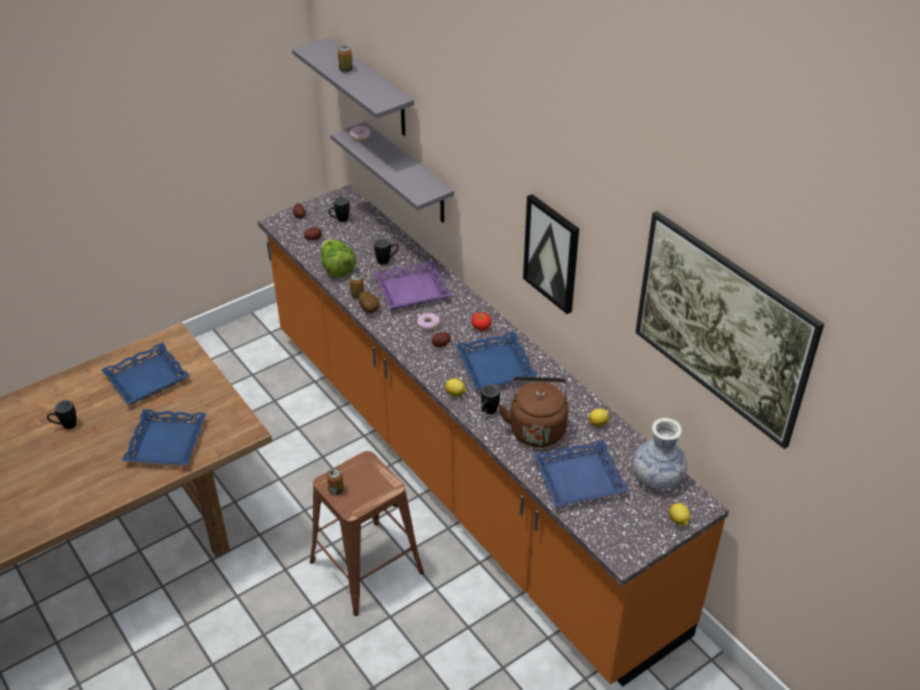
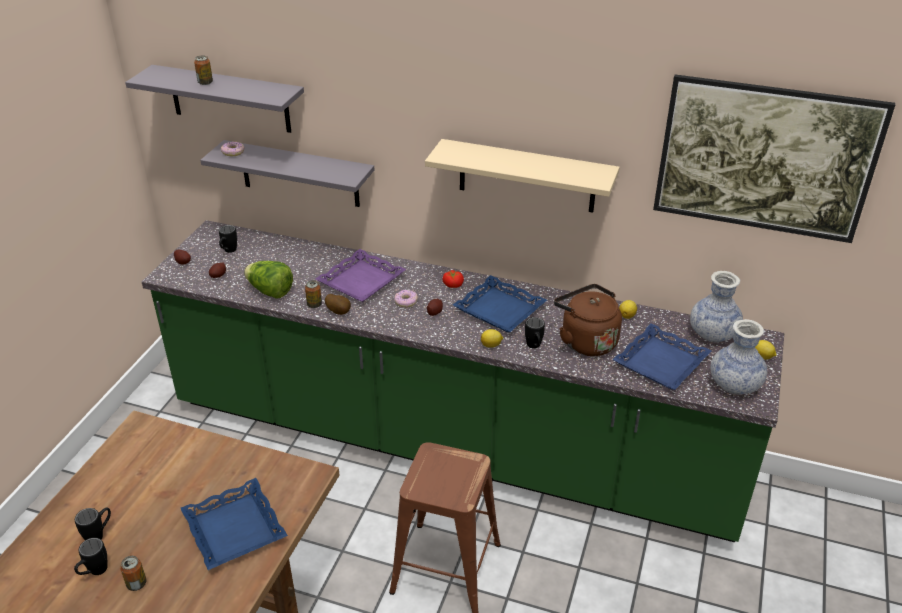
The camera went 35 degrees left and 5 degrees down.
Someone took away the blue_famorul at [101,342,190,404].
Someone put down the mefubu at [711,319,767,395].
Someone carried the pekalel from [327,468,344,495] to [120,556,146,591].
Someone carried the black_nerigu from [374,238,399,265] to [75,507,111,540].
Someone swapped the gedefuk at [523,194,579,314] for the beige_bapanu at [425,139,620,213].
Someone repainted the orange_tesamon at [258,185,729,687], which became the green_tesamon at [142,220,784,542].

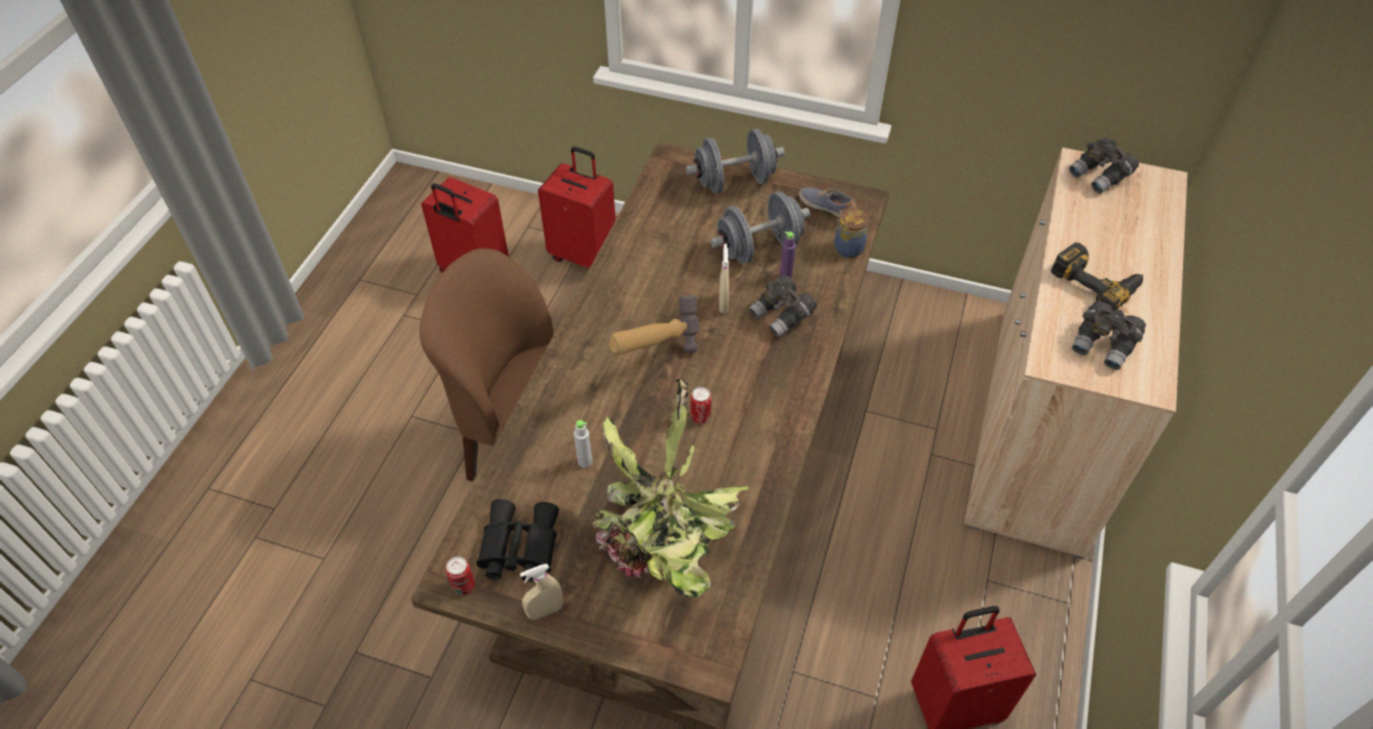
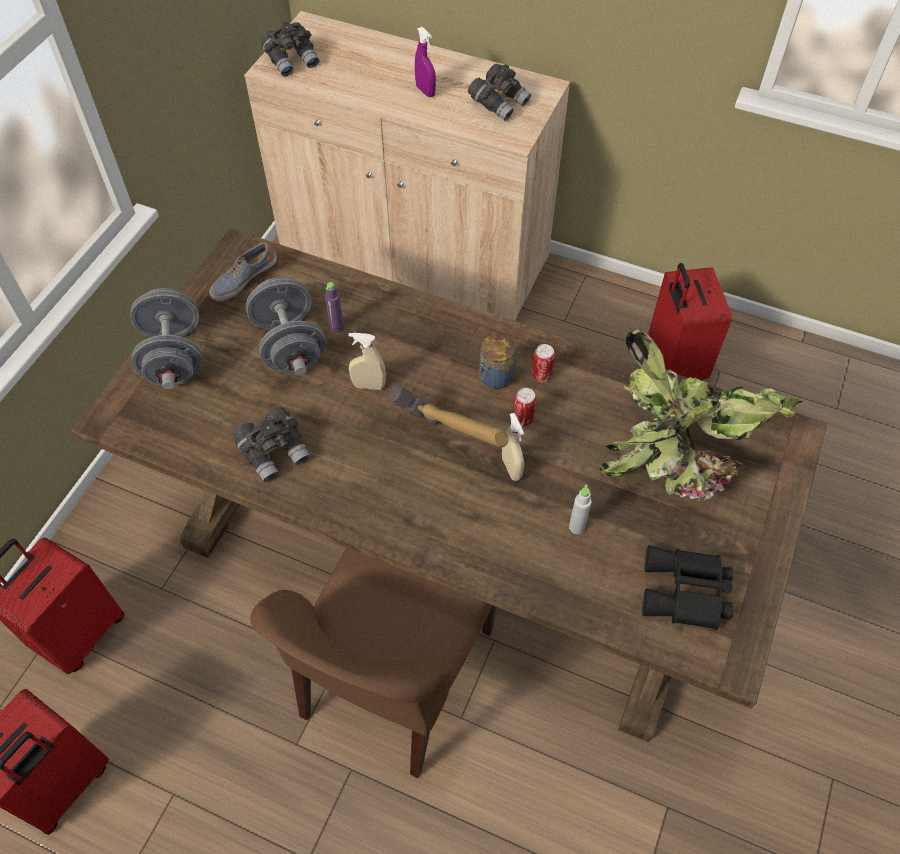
The camera went 85 degrees left and 5 degrees up.
Someone carried the pekalel from [446,557,475,595] to [532,344,555,382].
Someone carried the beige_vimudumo from [520,564,563,620] to [502,413,524,481].
Someone carried the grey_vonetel from [749,275,817,337] to [233,407,310,482].
Someone carried the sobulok from [834,209,869,258] to [479,334,515,389].
Someone swapped the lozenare at [1051,242,1143,311] for the purple_vimudumo at [415,27,436,97].

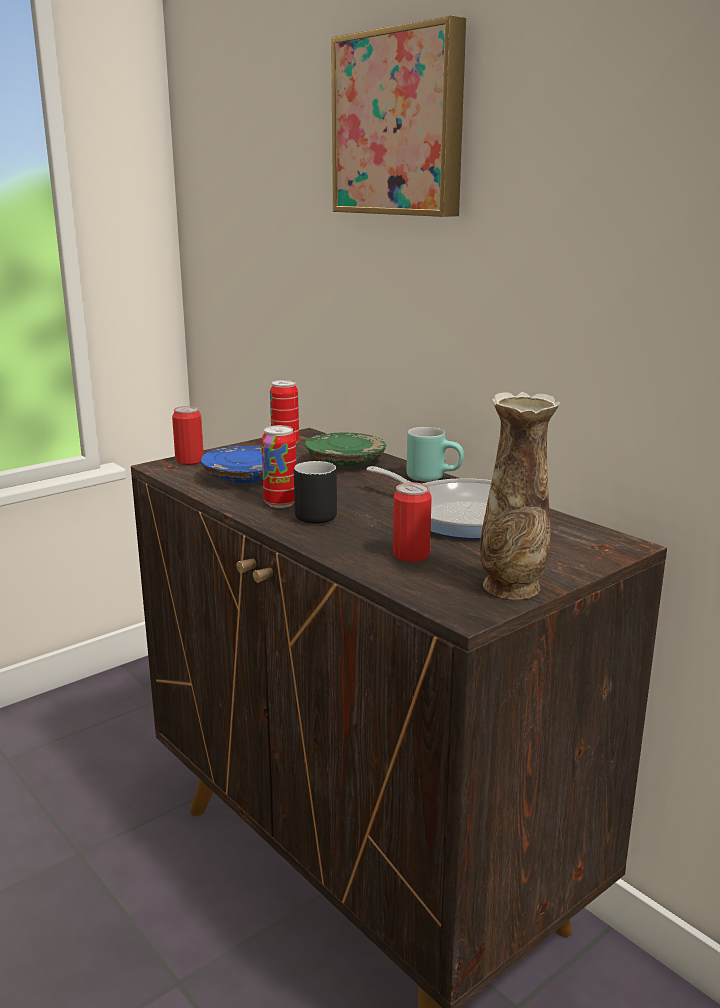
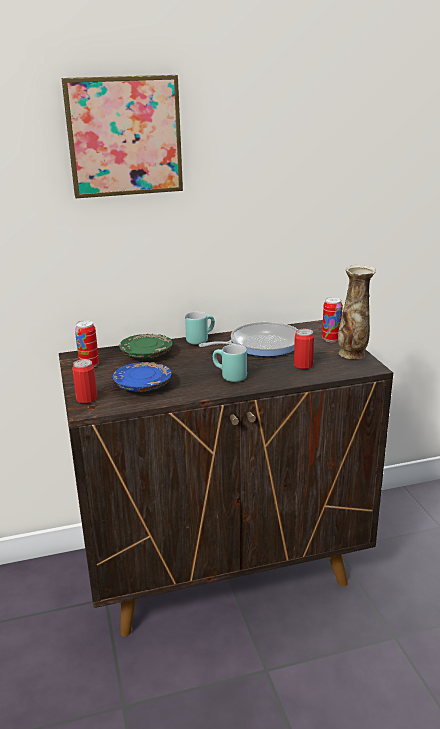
The camera went 65 degrees left and 5 degrees up.
Someone carried the pekalel from [261,425,297,508] to [322,297,343,342].
Someone repainted the black_nerigu at [294,461,337,524], which became the turquoise_nerigu at [213,344,247,382].

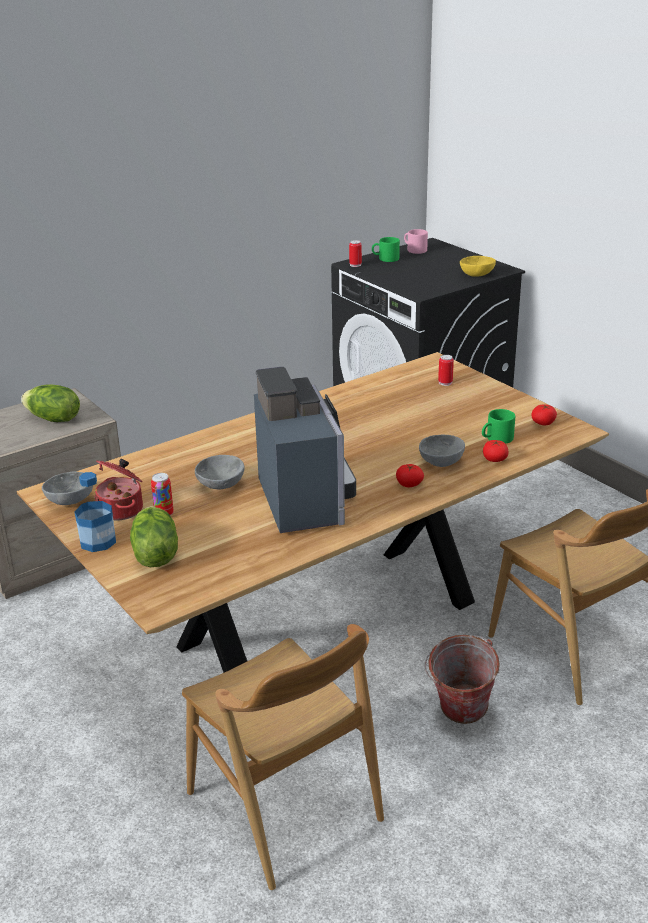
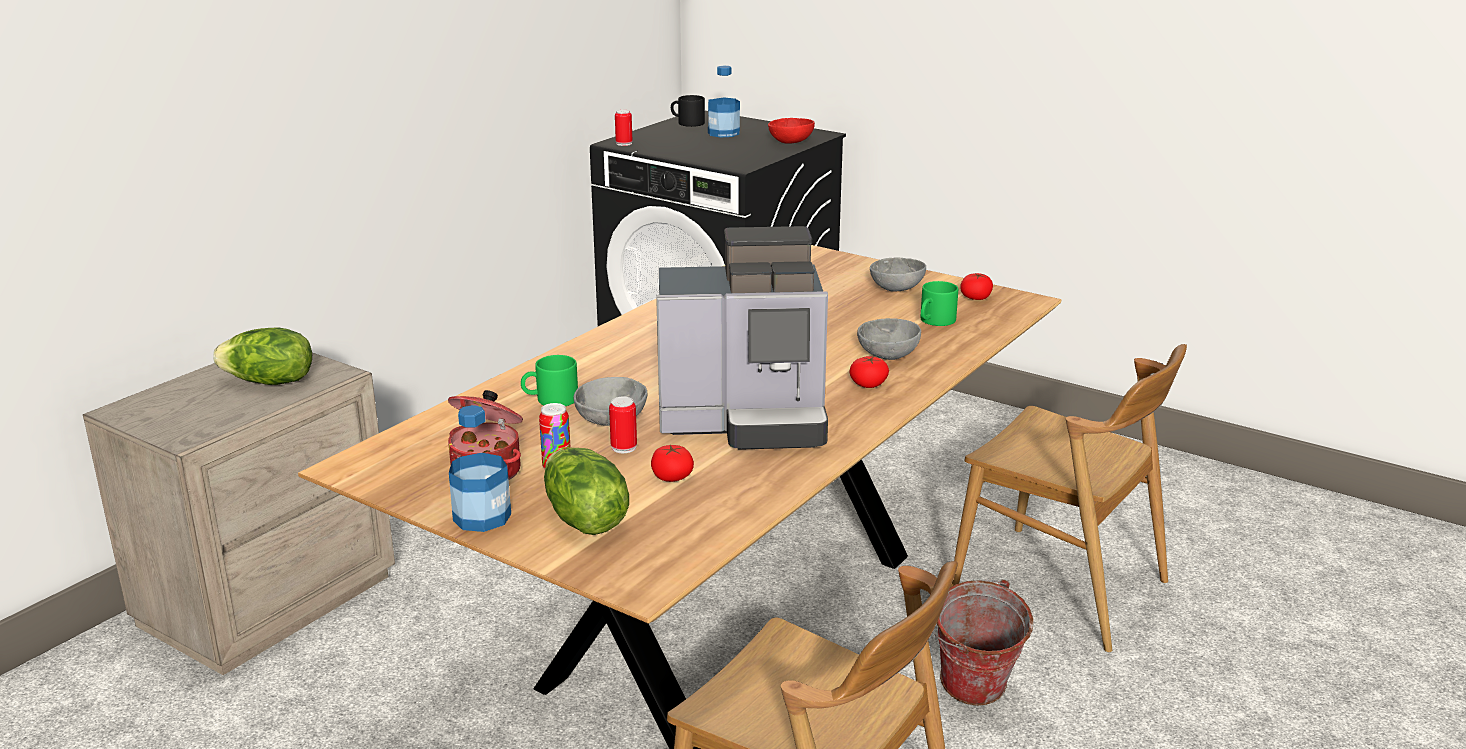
The camera went 20 degrees left and 5 degrees down.
Someone put down the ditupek at [708,65,740,138].
Someone carried the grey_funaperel from [42,471,93,505] to [870,257,926,291].
Someone carried the green_nerigu from [372,237,400,262] to [521,355,578,406].
Someone carried the pekalel from [438,355,454,386] to [609,397,637,453].
Someone carried the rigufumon from [483,440,509,462] to [651,445,694,482].
Someone repainted the pink_nerigu at [404,229,428,254], which became the black_nerigu at [671,95,705,127].
Someone repainted the yellow_funaperel at [460,256,496,277], which became the red_funaperel at [768,118,815,144].
Someone rotated the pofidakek at [254,367,356,533] by 120 degrees clockwise.

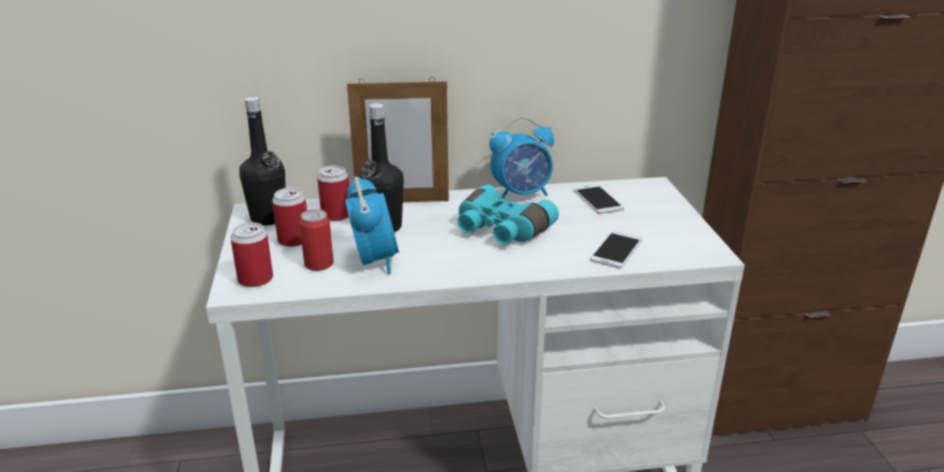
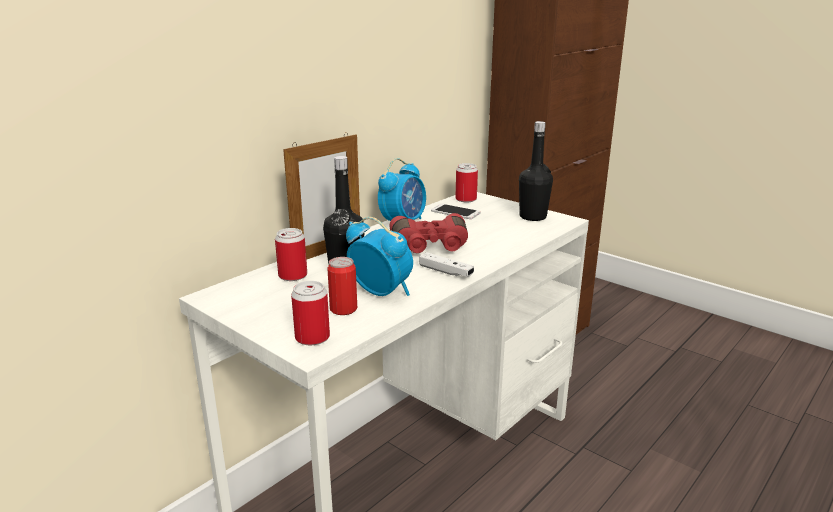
The camera went 40 degrees left and 5 degrees down.
Someone took away the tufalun at [590,231,642,268].
Someone put down the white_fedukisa at [419,252,474,277].
Someone carried the black_ditupek from [239,97,286,226] to [519,121,553,221].
Someone carried the pekalel from [272,188,307,247] to [455,163,478,202].
Someone repainted the turquoise_vonetel at [458,185,559,244], which became the red_vonetel at [389,213,468,253].

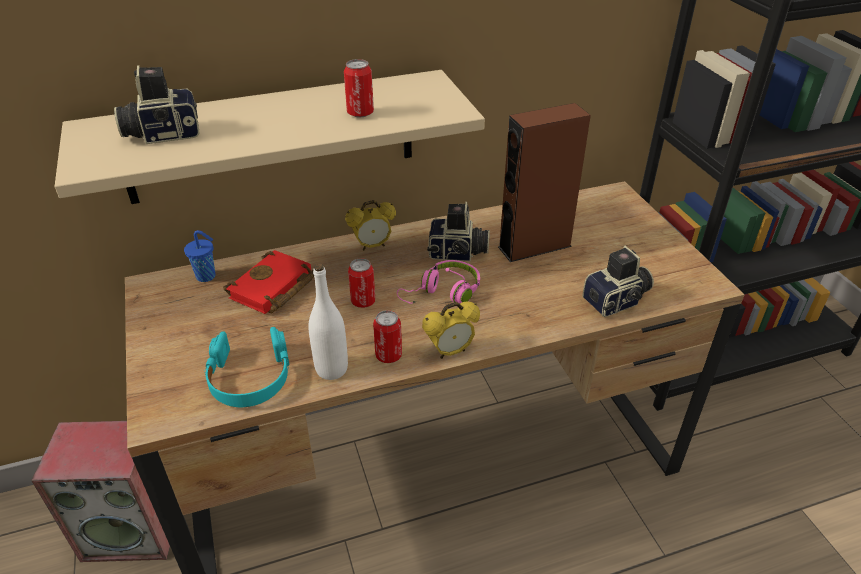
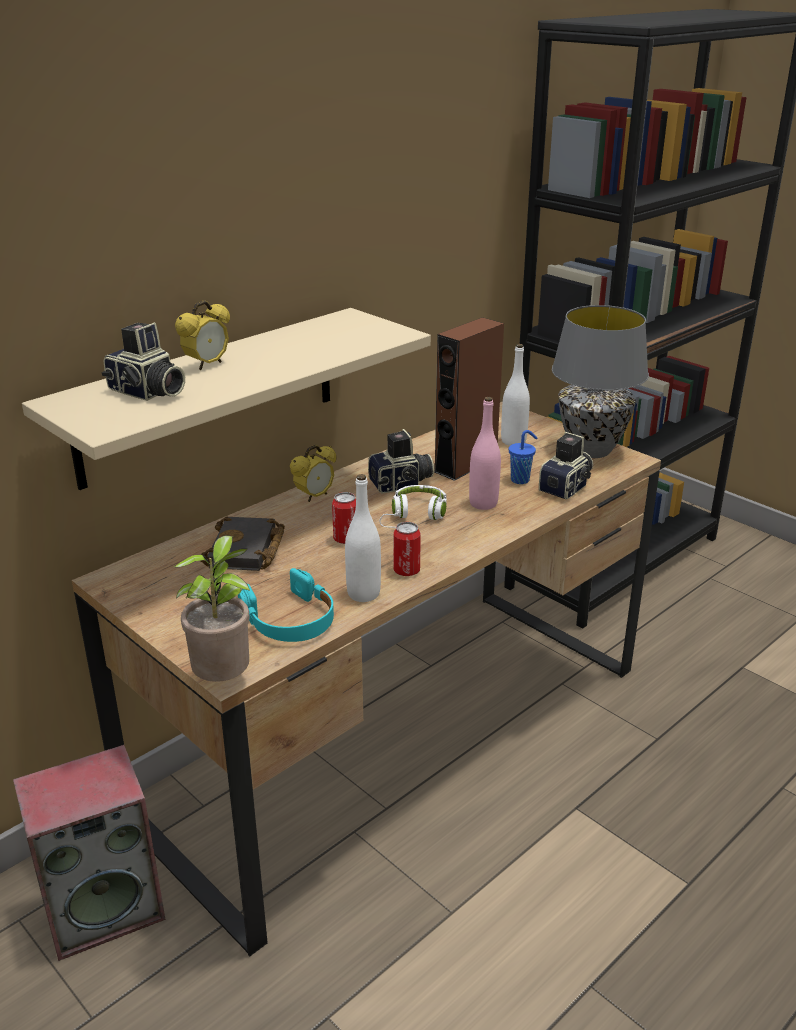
The camera went 25 degrees left and 10 degrees down.
Someone took away the pekalel at [344,59,374,118].
Someone put down the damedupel at [173,535,250,682].
Someone put down the pink_ditupek at [469,397,501,510].
Someone put down the white_ditupek at [501,344,530,446].
Someone put down the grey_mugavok at [552,305,649,458].
Someone carried the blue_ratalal from [184,230,216,282] to [509,430,537,484].
Someone carried the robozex from [422,301,480,359] to [175,300,230,370].
Someone repainted the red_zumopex at [223,250,314,314], which became the black_zumopex at [201,517,285,571].
Someone repainted the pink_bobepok at [397,260,480,304], which became the white_bobepok at [379,485,447,528].
Someone rotated the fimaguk at [114,66,199,144] by 105 degrees counterclockwise.

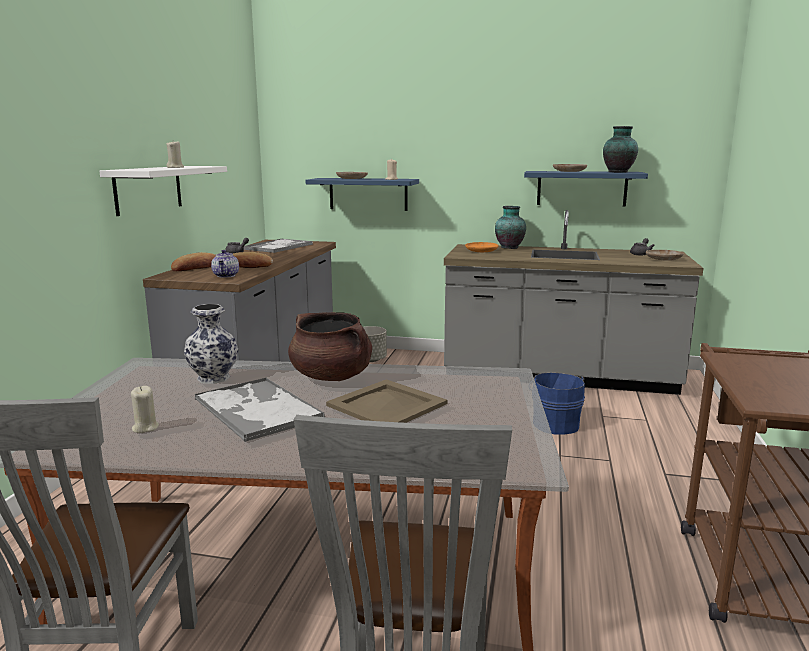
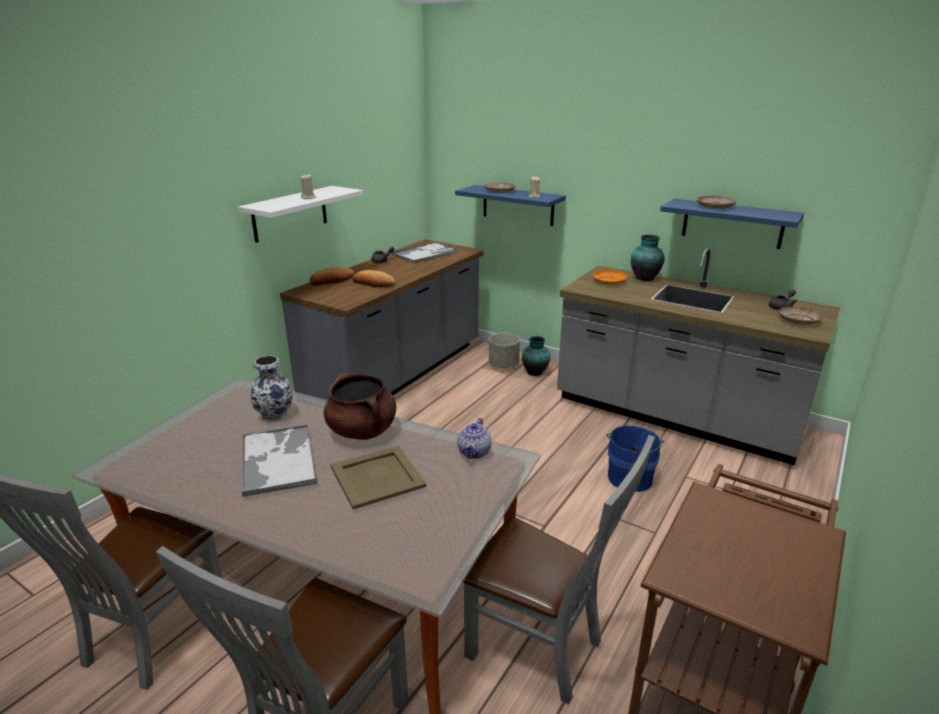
The camera went 20 degrees right and 10 degrees up.
Someone took away the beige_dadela at [131,386,159,433].
Someone put down the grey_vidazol at [463,435,655,705].
Someone carried the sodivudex from [211,250,239,278] to [457,418,492,459].
Someone carried the mefubu from [603,126,638,173] to [522,336,550,376].

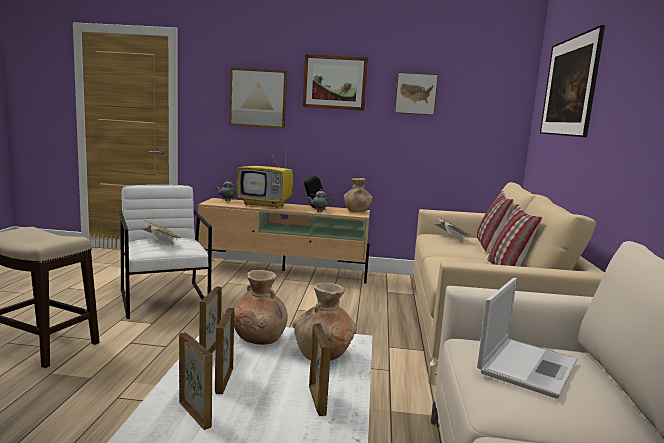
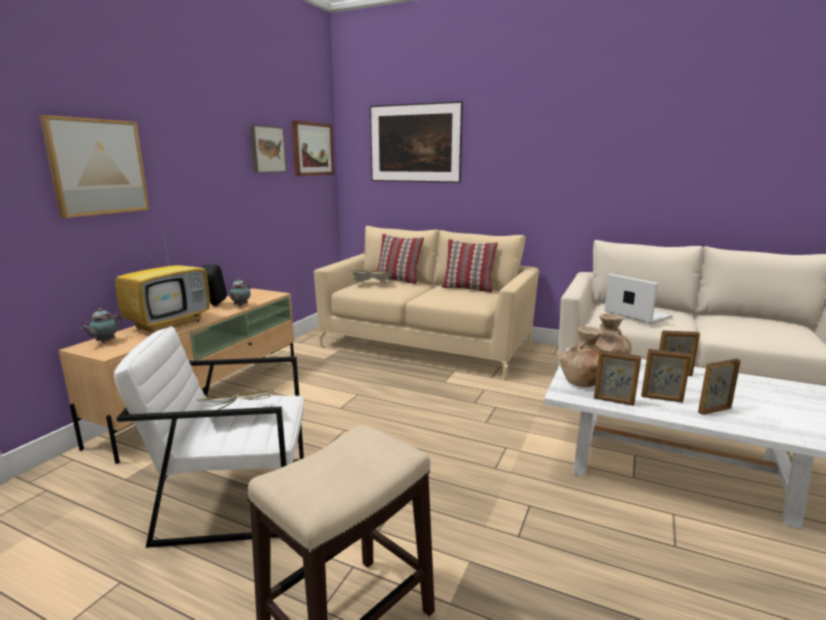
The camera went 70 degrees left and 5 degrees up.
Someone took away the brown_mefubu at [344,178,373,212].
Someone carried the gedefuk from [302,54,368,111] to [292,120,334,176].

